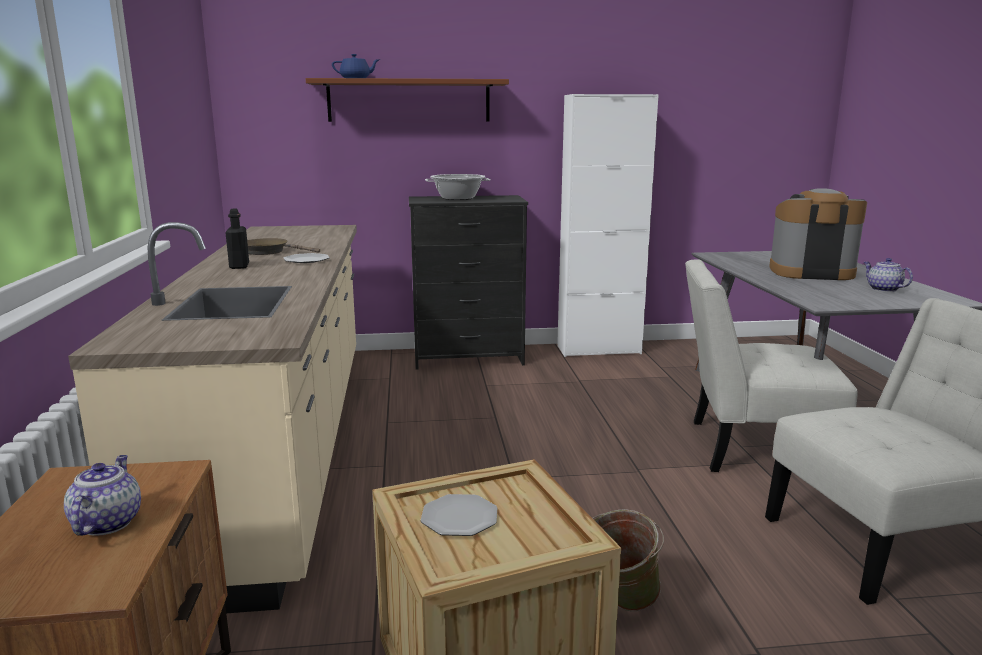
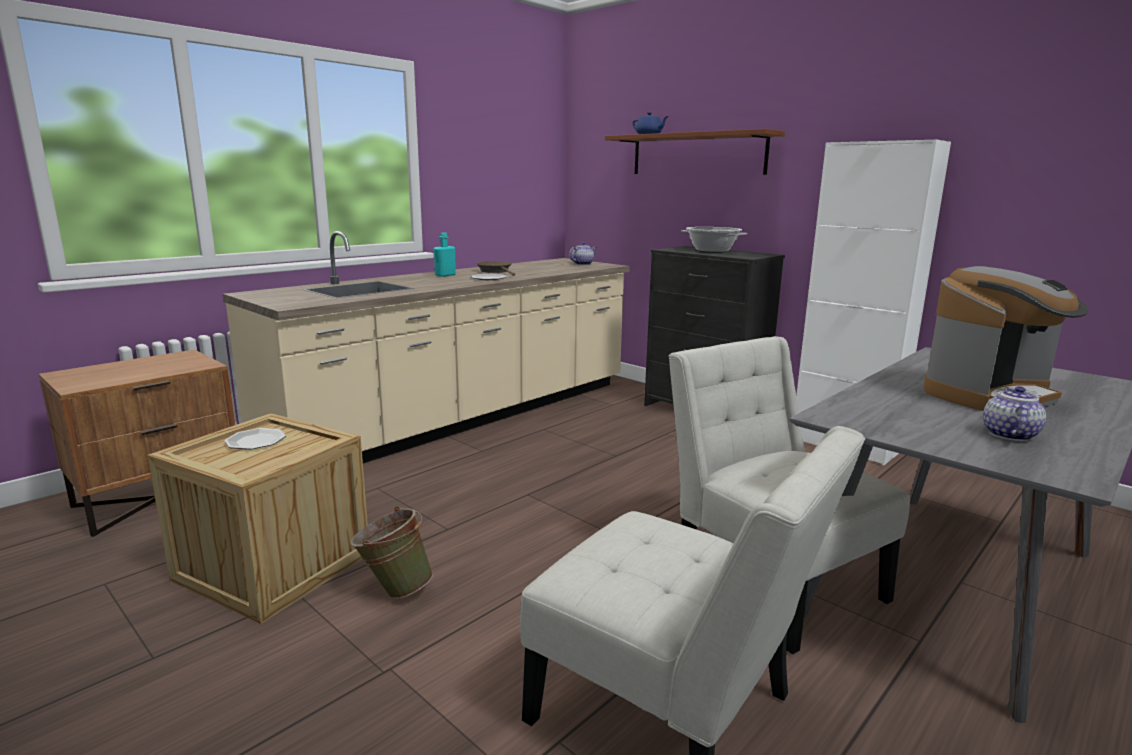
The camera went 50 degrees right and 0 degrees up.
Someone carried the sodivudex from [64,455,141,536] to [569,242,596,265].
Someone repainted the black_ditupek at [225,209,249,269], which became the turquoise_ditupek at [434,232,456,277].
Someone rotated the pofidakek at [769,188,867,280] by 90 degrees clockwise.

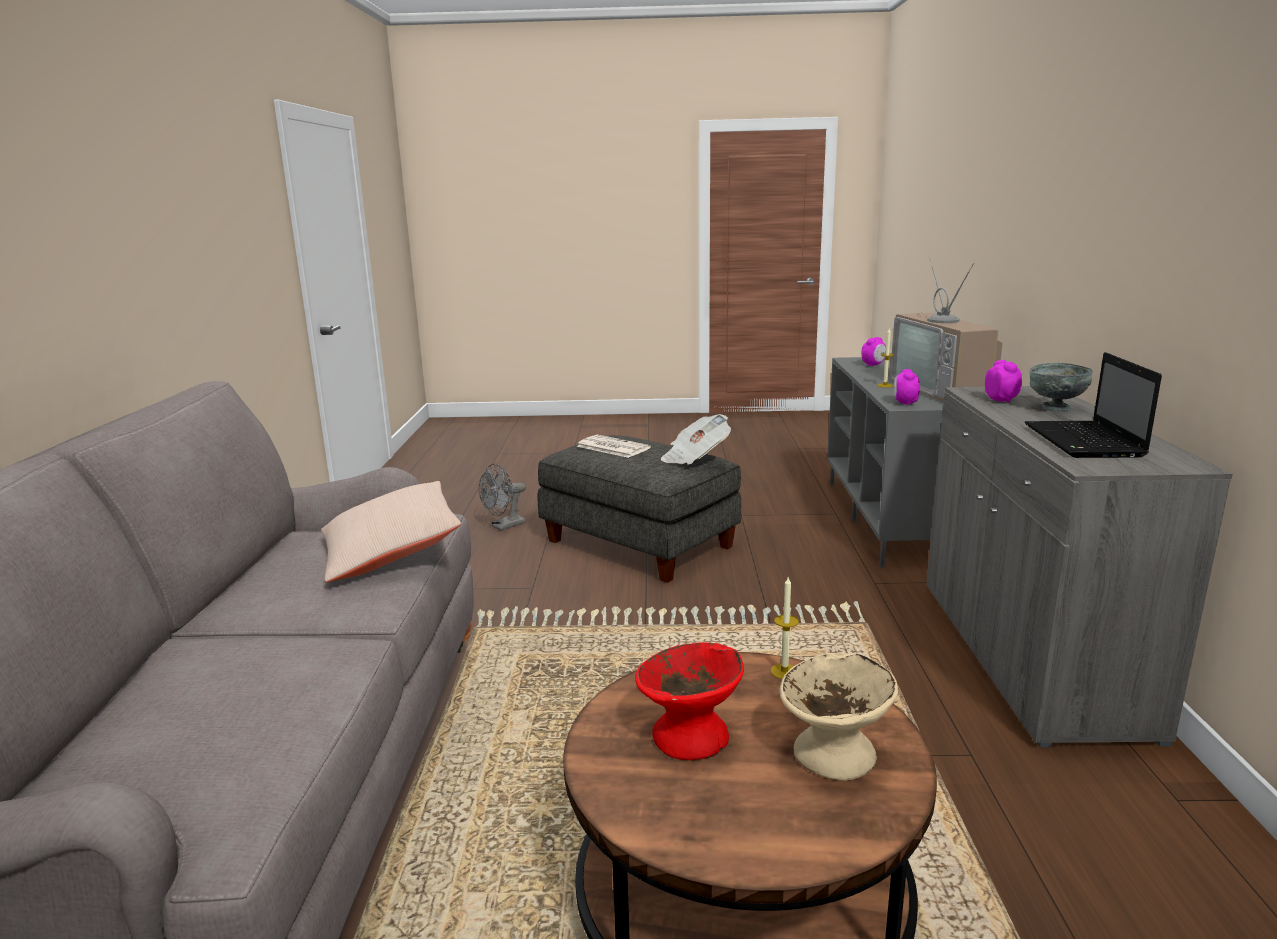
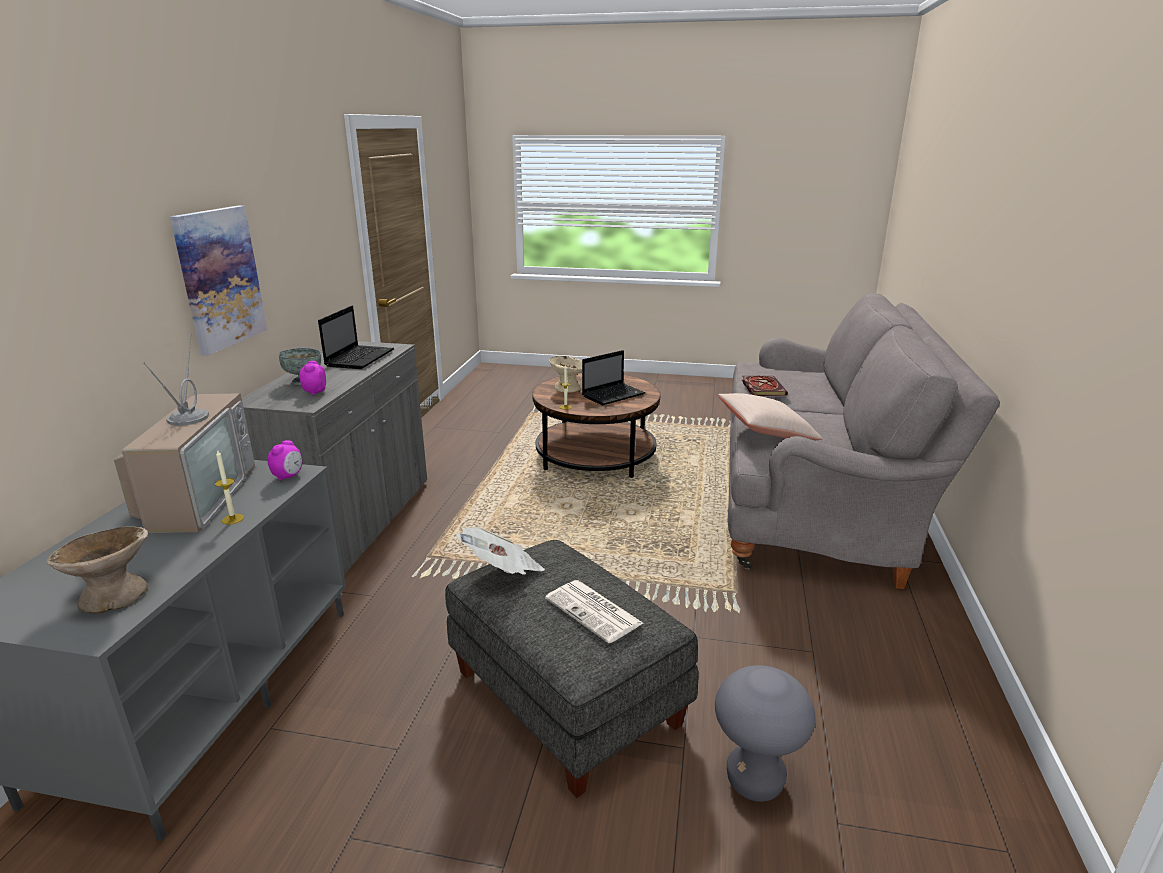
The camera went 170 degrees left and 5 degrees up.
Someone put up the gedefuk at [170,206,267,356].
Someone put down the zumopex at [742,375,788,396].
Someone swapped the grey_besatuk at [479,464,526,531] for the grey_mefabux at [715,665,815,802].
Someone swapped the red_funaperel at [635,642,744,760] for the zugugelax at [582,350,645,405].
Someone swapped the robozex at [861,337,886,366] for the beige_funaperel at [46,526,148,614].

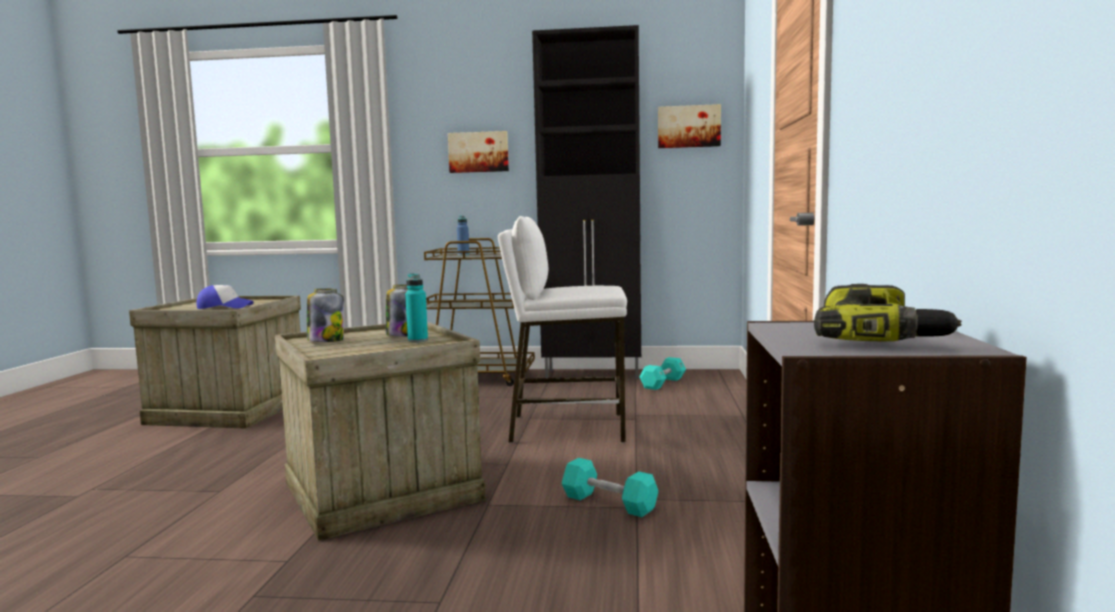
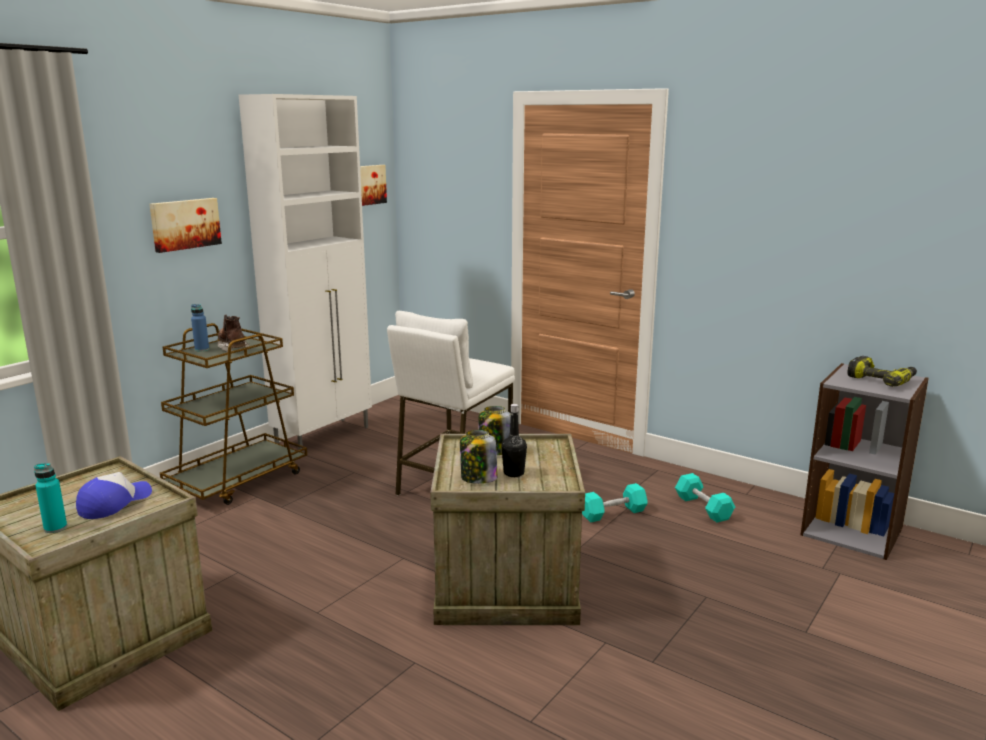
The camera went 60 degrees left and 10 degrees up.
Someone put down the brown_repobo at [217,315,250,353].
Someone put down the black_ditupek at [501,404,527,477].
Someone carried the turquoise_ditupek from [405,273,428,343] to [34,463,67,533].
Someone carried the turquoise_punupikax from [639,357,686,390] to [675,473,735,522].
Someone repainted the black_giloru at [532,25,641,379], which became the white_giloru at [239,94,372,452].

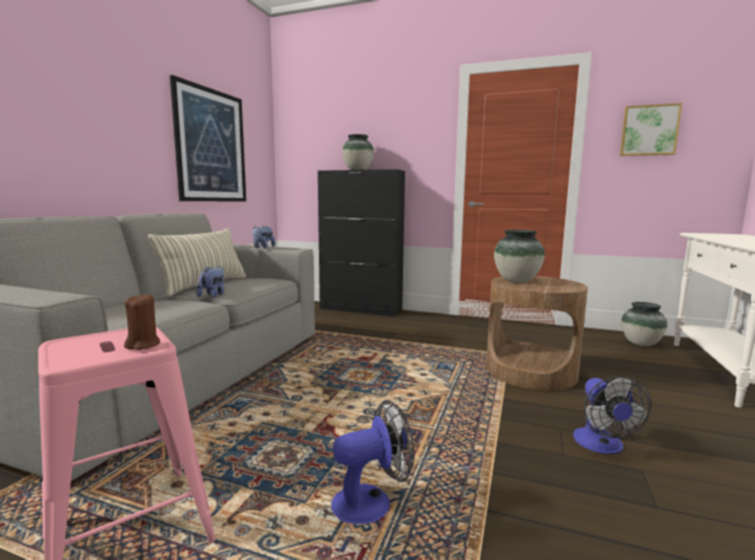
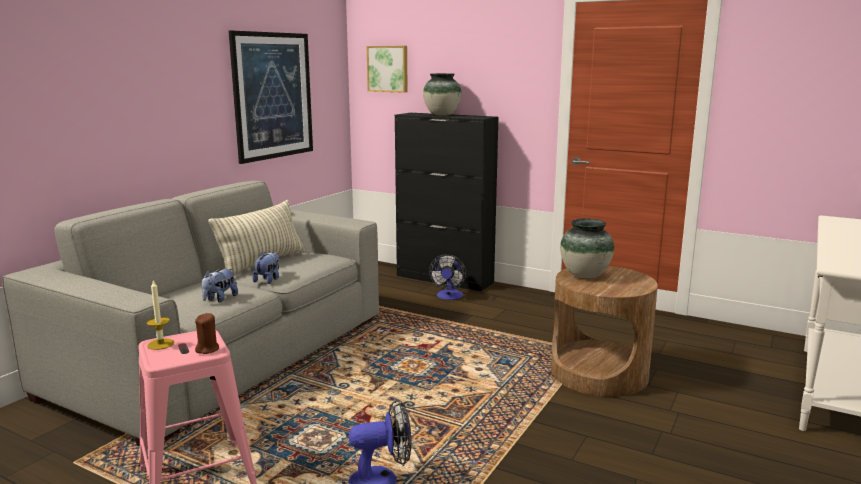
The camera went 10 degrees right and 5 degrees up.
Someone took away the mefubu at [621,302,667,346].
Someone put down the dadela at [147,280,174,350].
Someone carried the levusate from [252,226,275,249] to [202,268,238,302].
Someone carried the besatuk from [573,376,652,454] to [429,254,466,300].
Someone carried the gedefuk from [620,103,682,156] to [367,46,408,93].

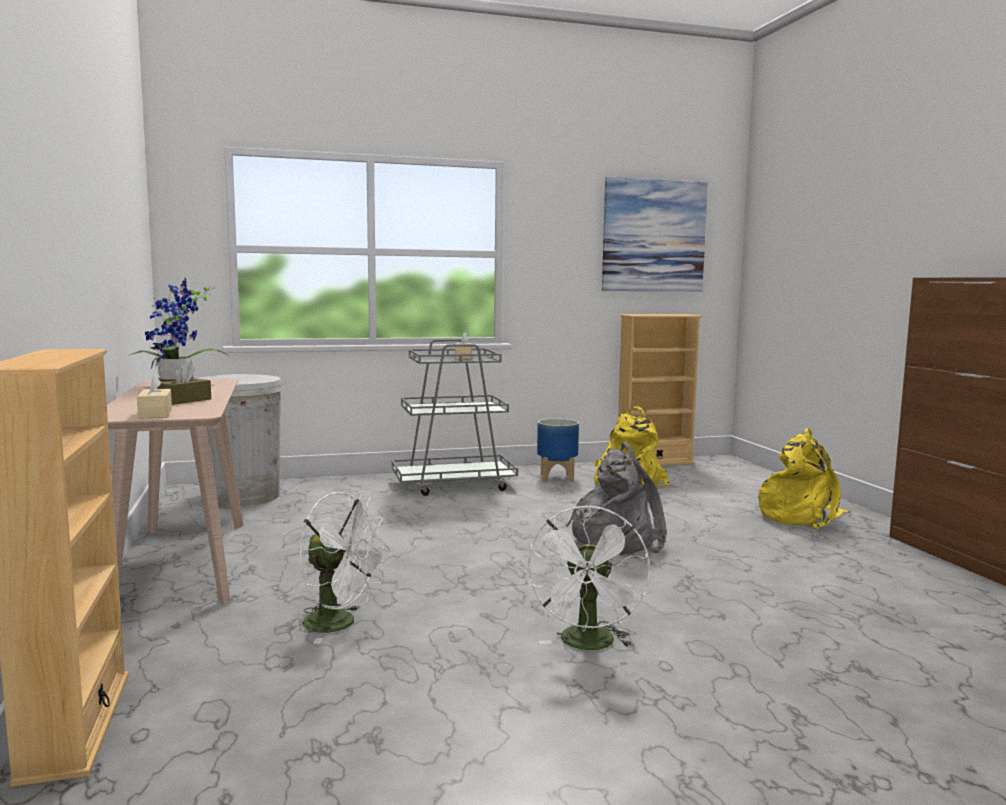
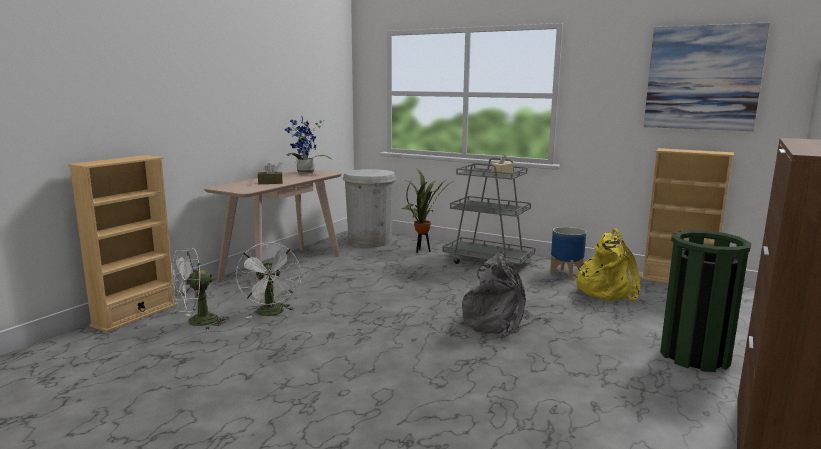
The camera went 45 degrees right and 5 degrees up.
Someone took away the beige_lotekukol at [137,371,172,419].
Someone put down the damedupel at [401,169,455,253].
Someone carried the white_besatuk from [528,505,650,650] to [170,248,229,330].
Someone swapped the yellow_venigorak at [758,428,851,530] for the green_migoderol at [660,230,751,372].

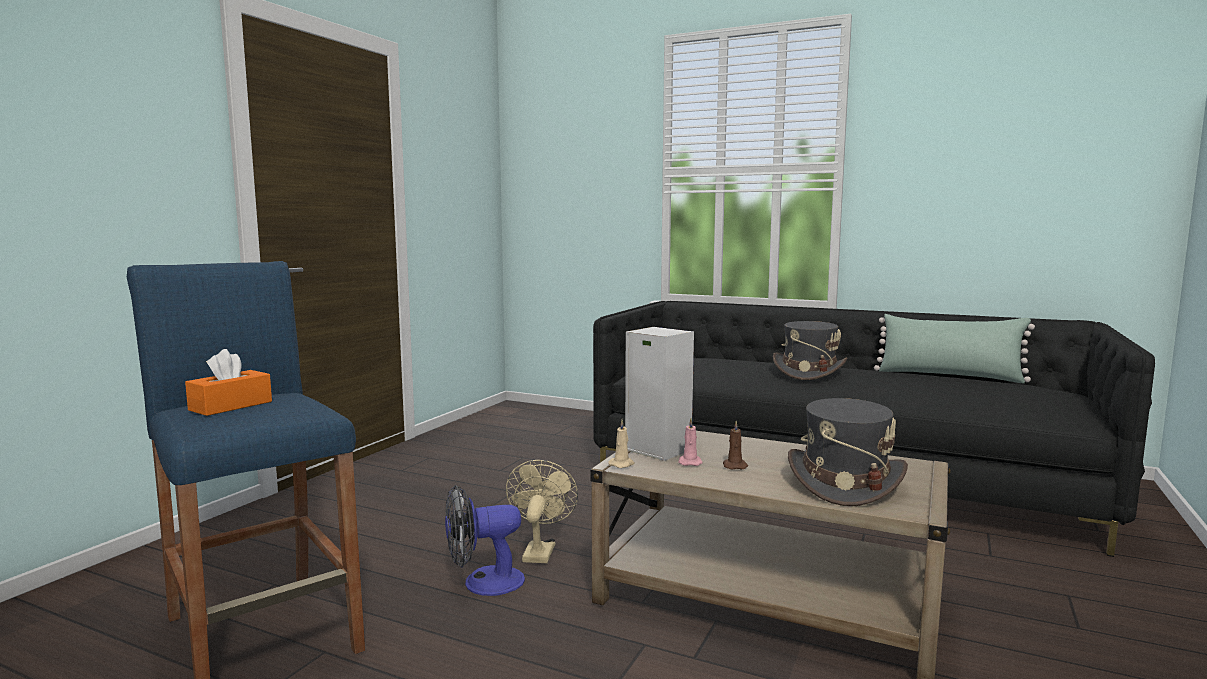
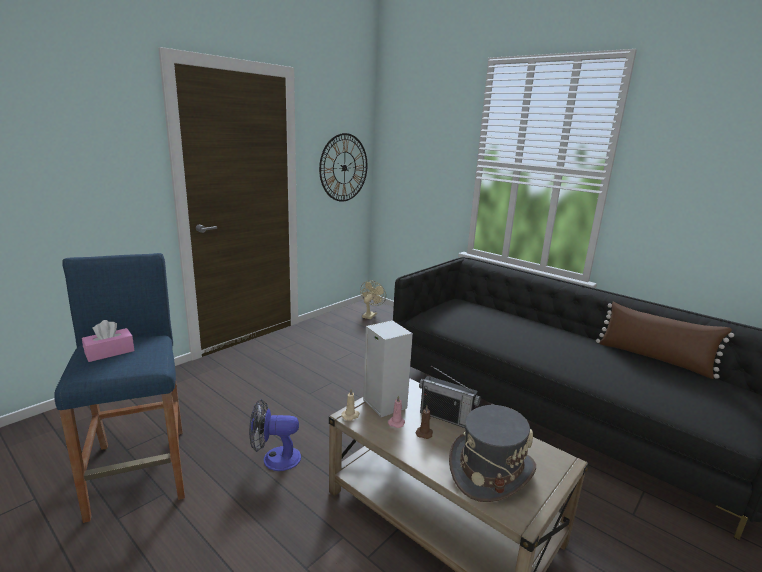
The camera went 15 degrees right and 10 degrees up.
Someone took away the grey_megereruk at [773,321,847,380].
Someone put up the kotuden at [319,133,367,202].
Someone put down the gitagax at [419,366,481,428].
Someone carried the beige_besatuk from [506,460,578,563] to [360,280,386,319].
Someone repainted the orange_lotekukol at [185,349,272,416], which became the pink_lotekukol at [82,320,135,362].
Someone repainted the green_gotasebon at [874,314,1035,383], which became the brown_gotasebon at [596,302,734,379].

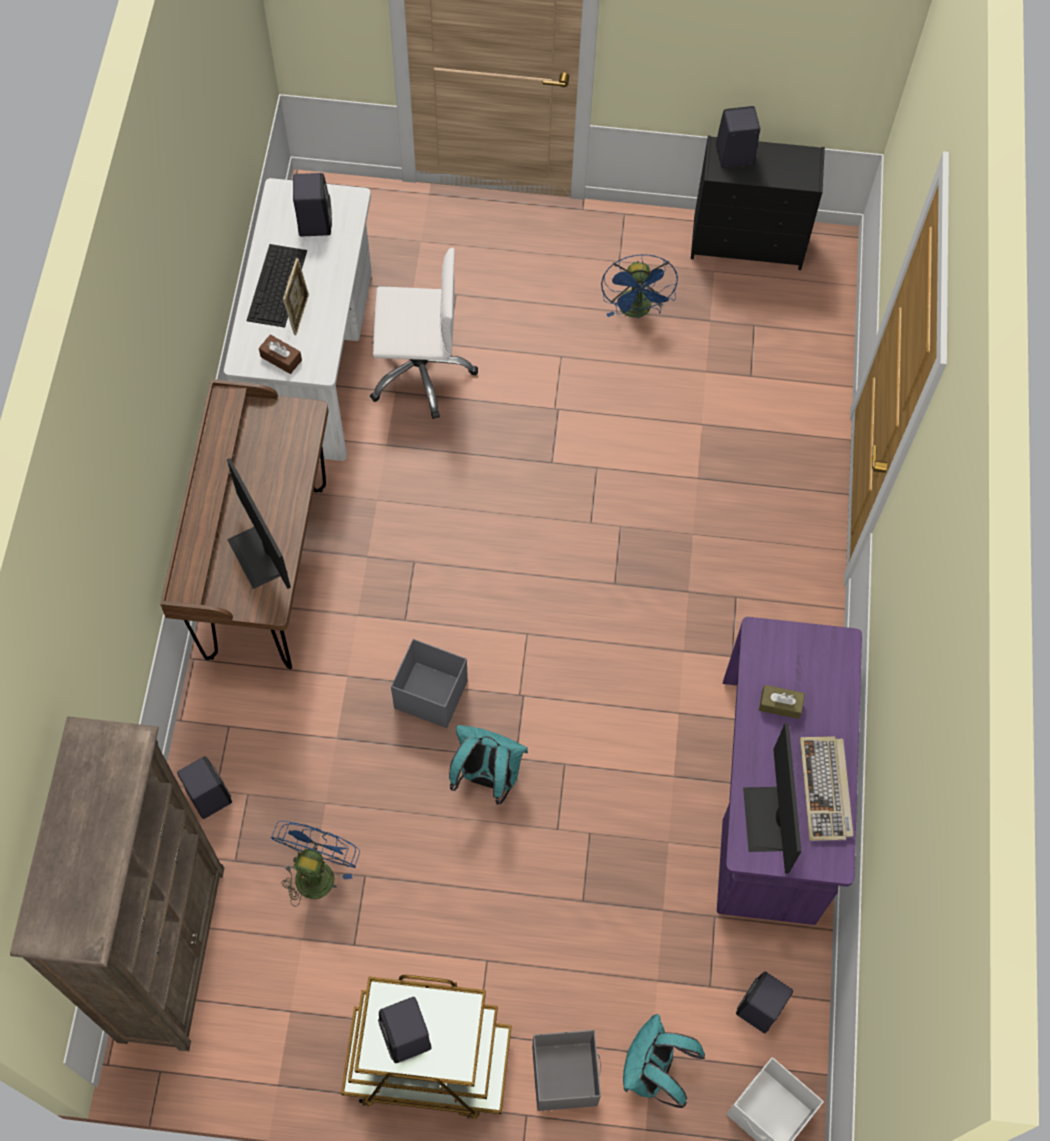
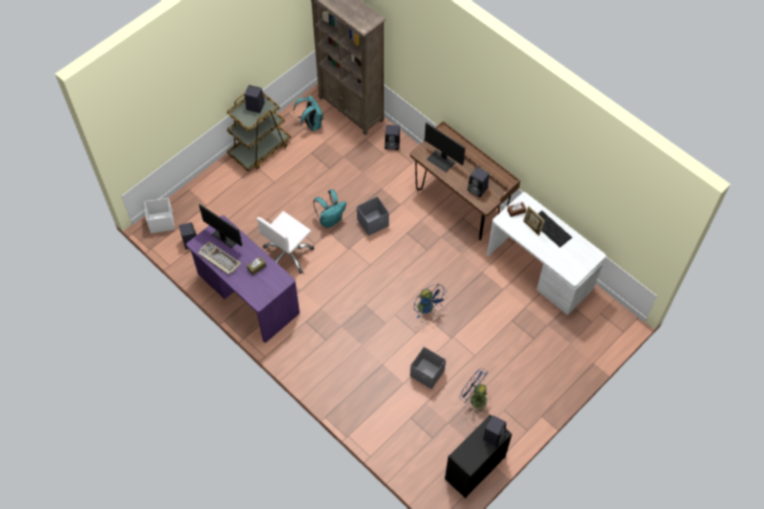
The camera went 130 degrees right and 5 degrees down.
Someone carried the blue_besatuk from [270,821,360,907] to [414,284,447,318].
Someone carried the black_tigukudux from [293,173,332,236] to [467,167,489,197].
Someone carried the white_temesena from [370,248,478,419] to [257,211,314,274].
Someone carried the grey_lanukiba from [532,1030,601,1111] to [410,347,446,389].
Someone carried the turquoise_venigorak from [623,1014,705,1108] to [293,95,324,131].
Someone rotated the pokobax at [227,458,291,589] by 150 degrees counterclockwise.

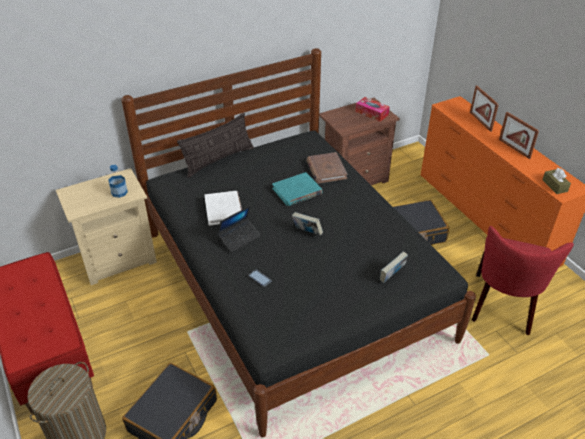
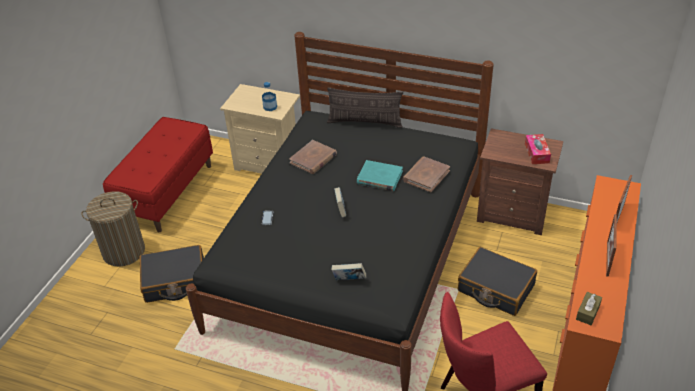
The camera went 50 degrees right and 0 degrees up.
Someone took away the zugugelax at [217,205,261,252].
Someone repainted the white_zumopex at [204,191,242,226], which became the brown_zumopex at [289,140,337,174].

